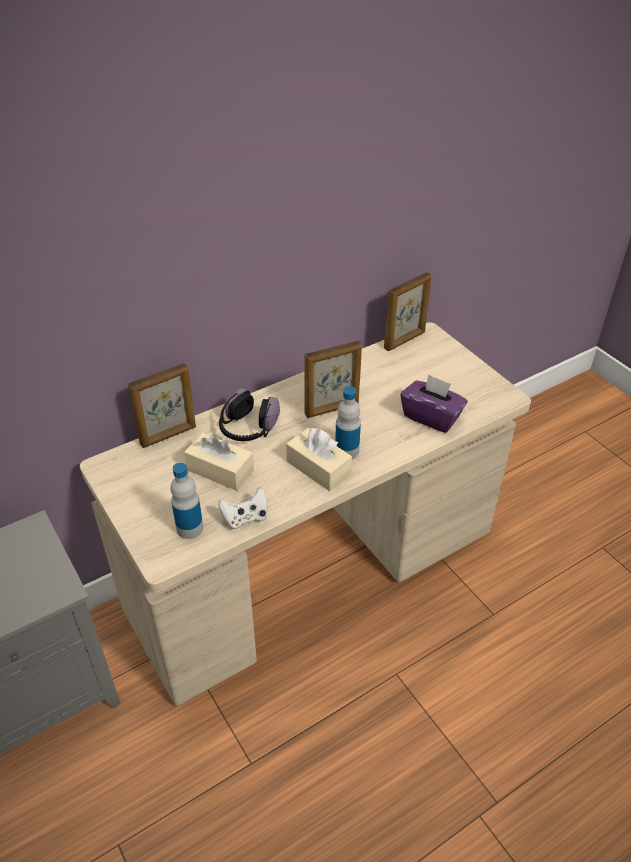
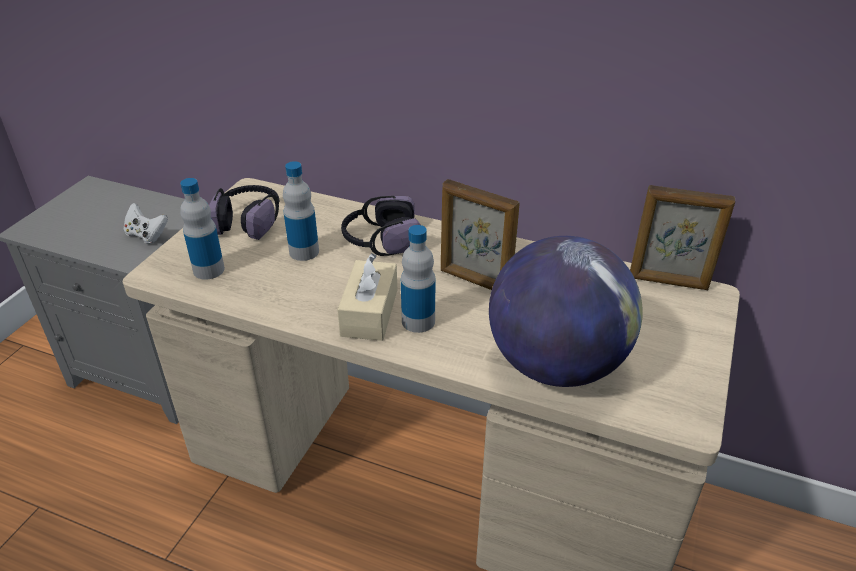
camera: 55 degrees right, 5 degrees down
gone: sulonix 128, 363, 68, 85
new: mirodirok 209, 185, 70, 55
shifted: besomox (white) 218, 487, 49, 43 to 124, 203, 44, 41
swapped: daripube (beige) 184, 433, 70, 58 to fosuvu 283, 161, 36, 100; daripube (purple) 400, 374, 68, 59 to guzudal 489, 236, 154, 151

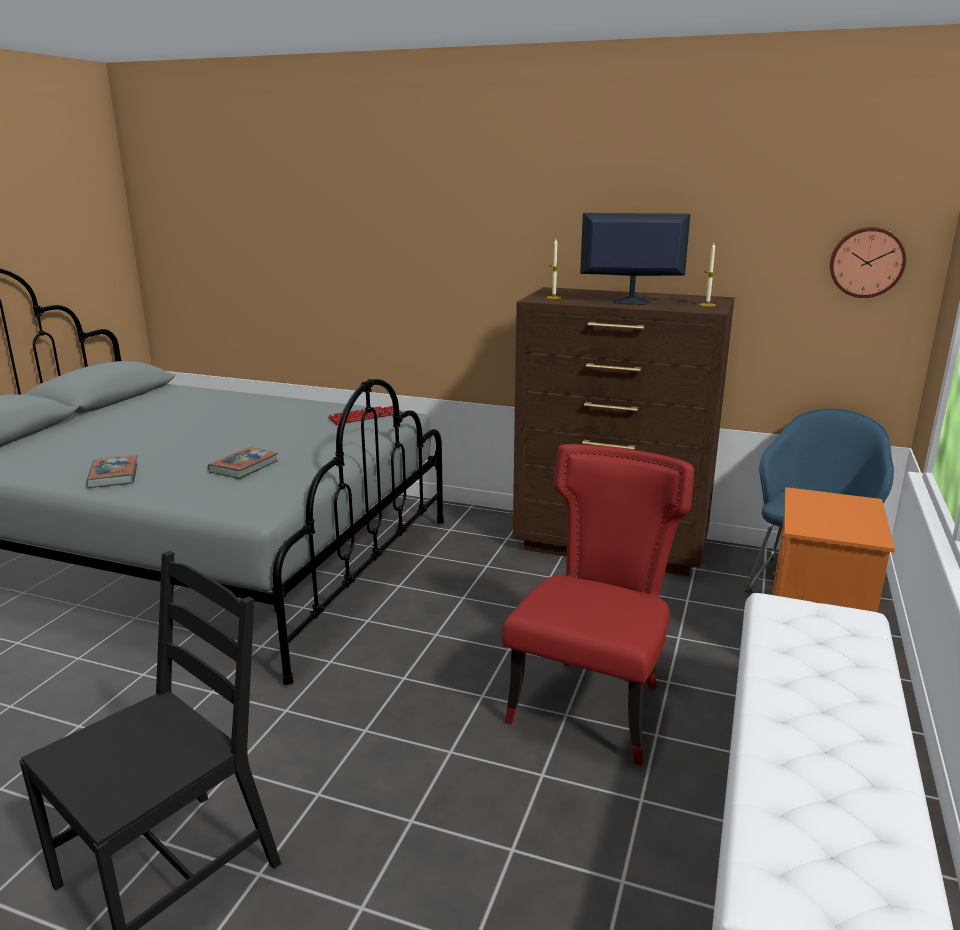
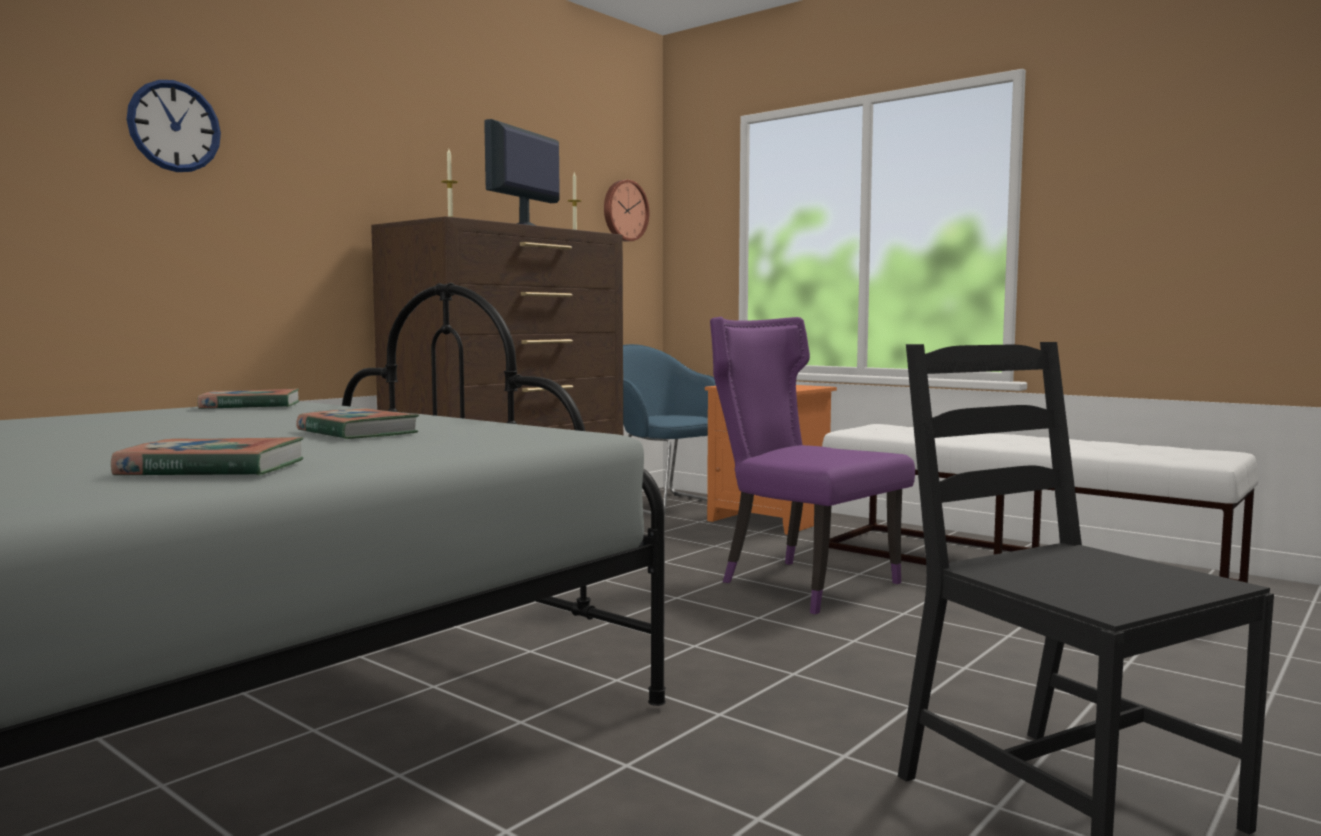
camera: 70 degrees left, 15 degrees down
new: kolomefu 127, 80, 94, 92
swapped: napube 328, 406, 74, 19 to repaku 198, 388, 101, 21
repainted: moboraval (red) 502, 444, 192, 322 to moboraval (purple) 710, 317, 205, 297

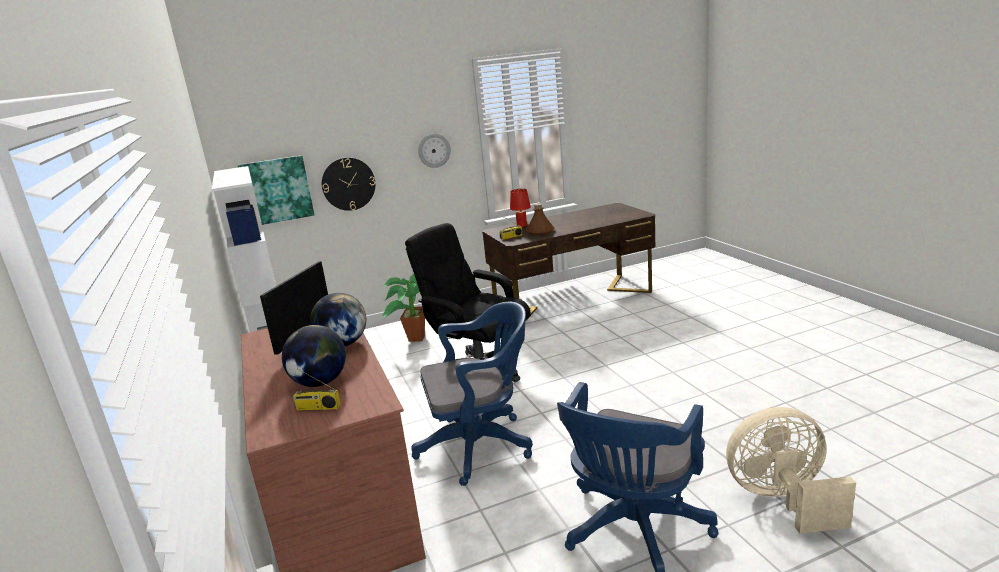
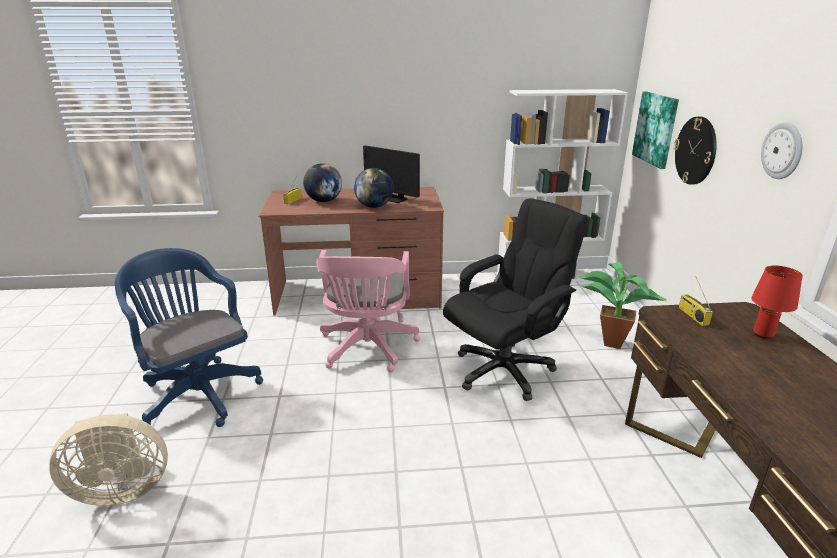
camera: 105 degrees right, 5 degrees up
gone: fosuvu (brown) 526, 203, 29, 32
repainted: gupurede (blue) 411, 302, 122, 184 to gupurede (pink) 316, 250, 104, 122
rotated: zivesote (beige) 726, 407, 130, 127 = 49, 413, 119, 93 60 degrees clockwise

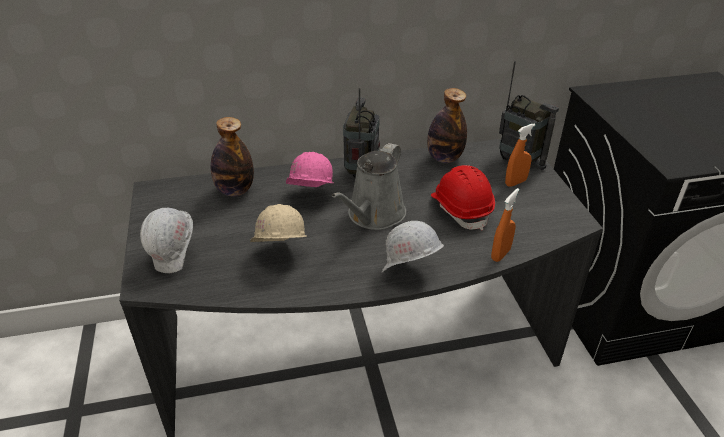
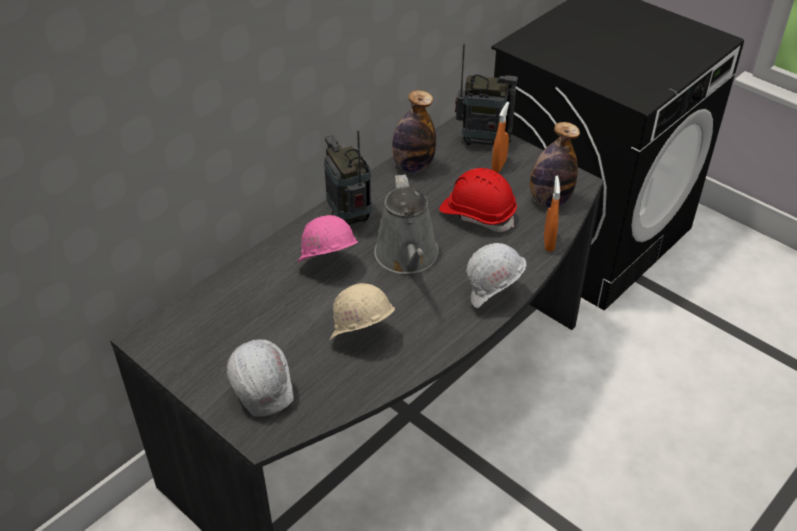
camera: 35 degrees left, 5 degrees up
shifted: fosuvu 211, 117, 43, 80 to 530, 122, 50, 85

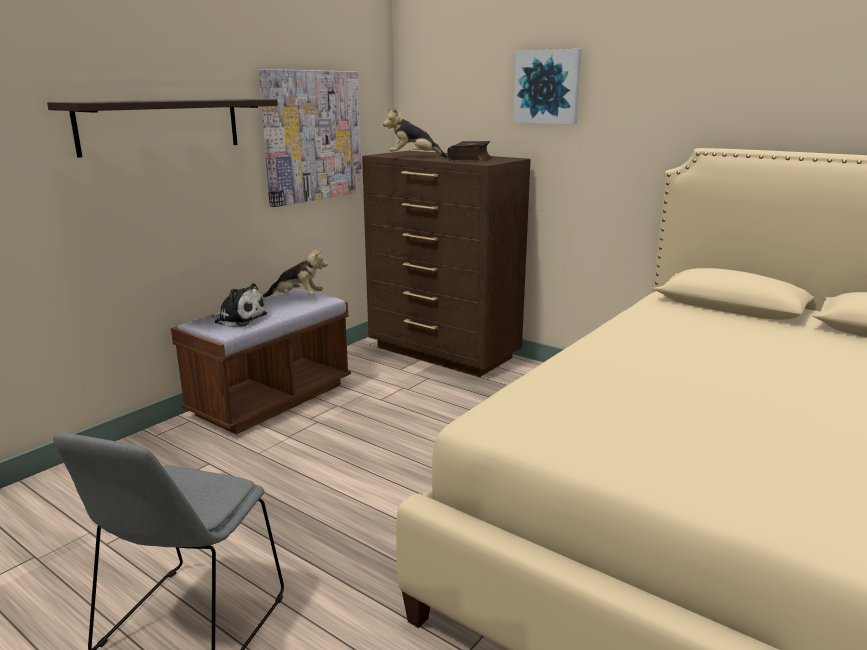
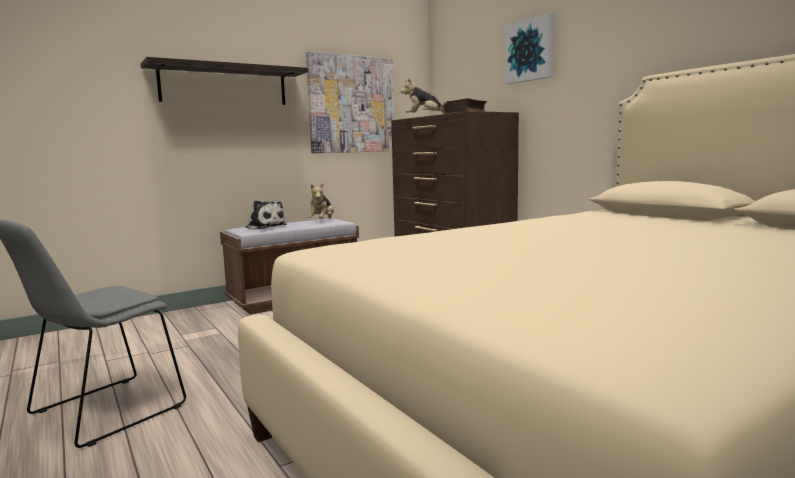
camera: 20 degrees right, 10 degrees down
rotated: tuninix 263, 247, 65, 51 = 307, 183, 27, 36 75 degrees clockwise

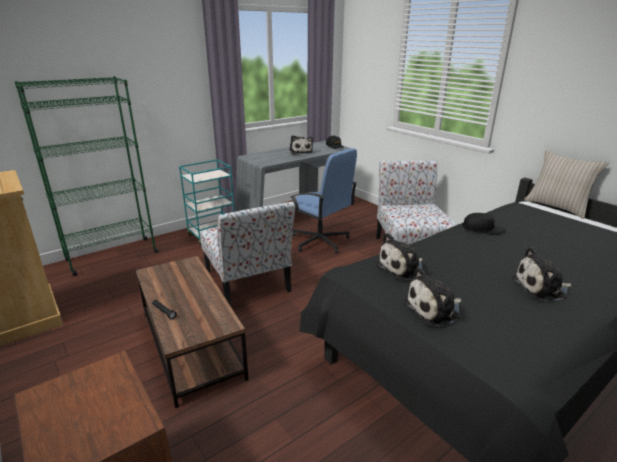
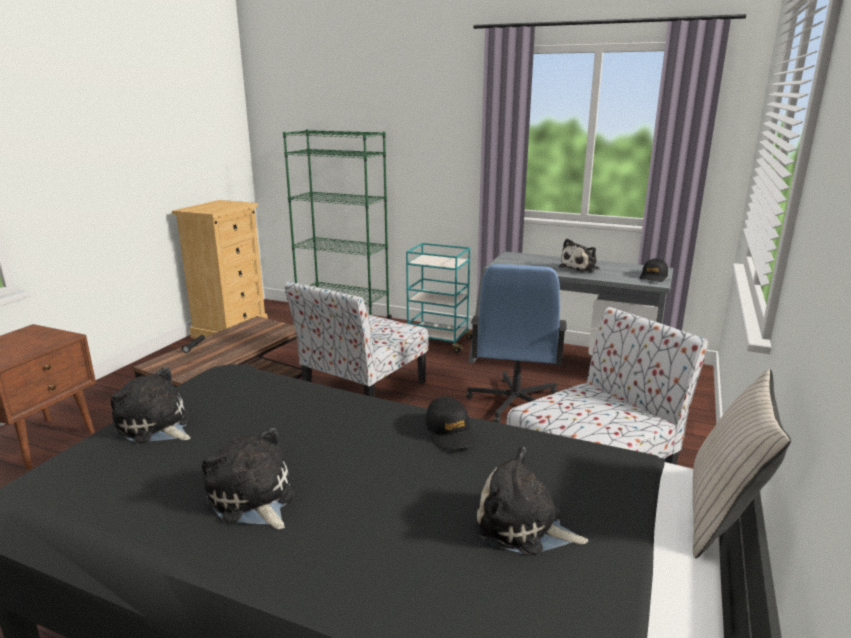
camera: 60 degrees right, 5 degrees down
shifted: tuninix 376, 233, 48, 47 to 474, 447, 114, 108

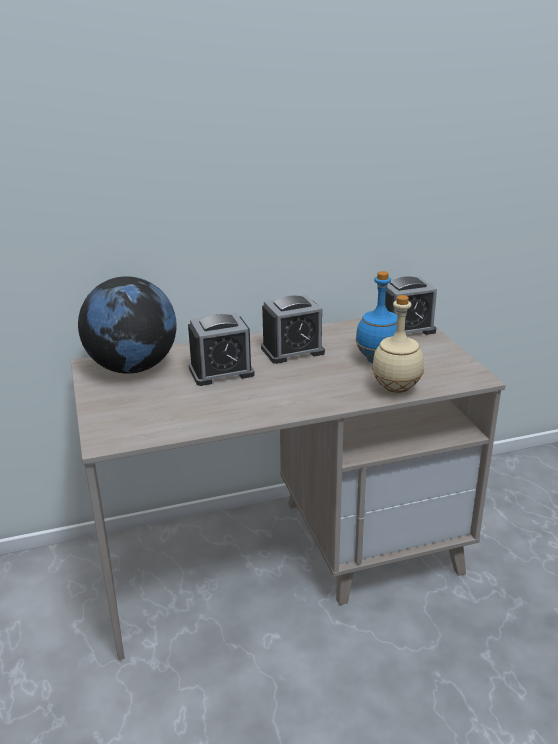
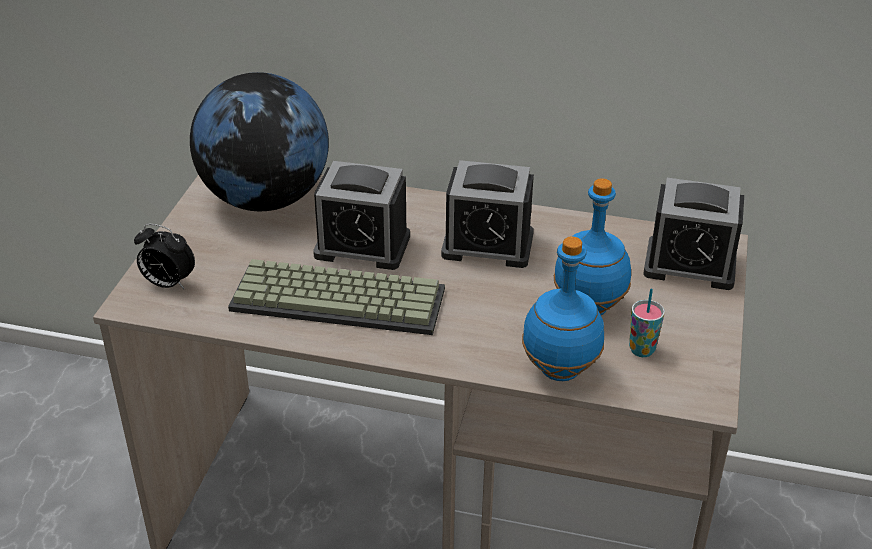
camera: 30 degrees right, 10 degrees up
new: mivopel 134, 224, 61, 65; napube 228, 259, 217, 76; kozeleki 629, 289, 36, 68
repainted: fosuvu (beige) 372, 295, 52, 100 to fosuvu (blue) 522, 236, 82, 145

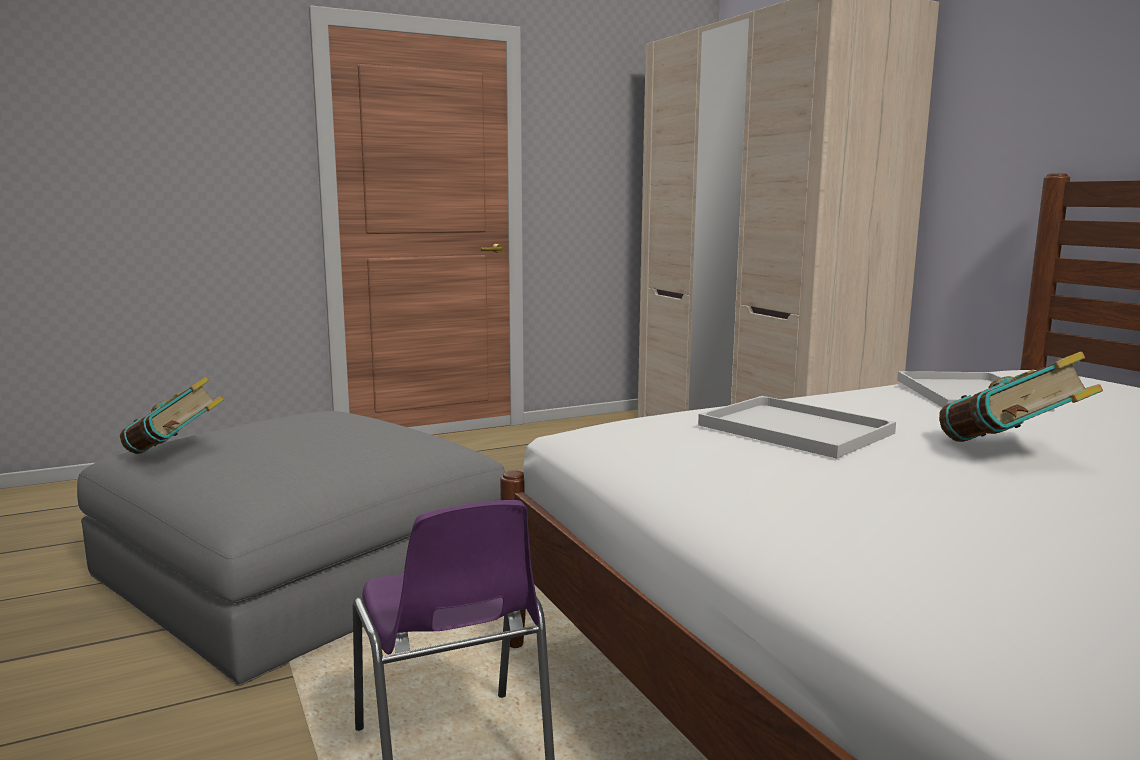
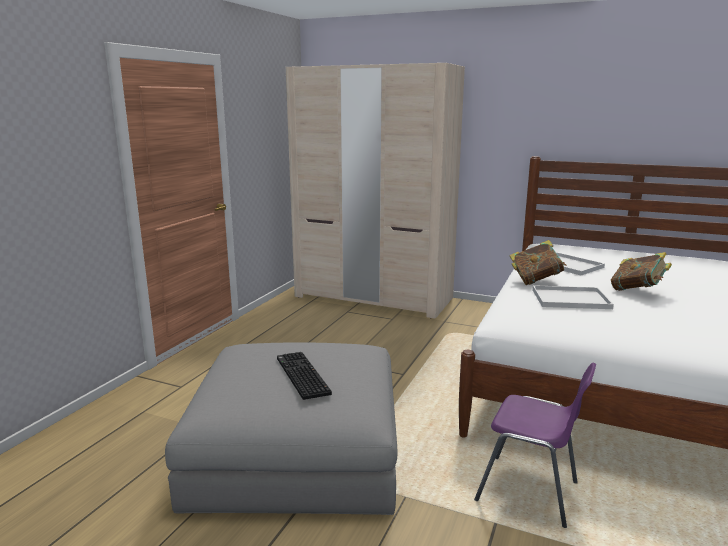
camera: 40 degrees left, 5 degrees up
new: napube 277, 352, 55, 48
shifted: repaku 120, 377, 104, 77 to 509, 240, 58, 45

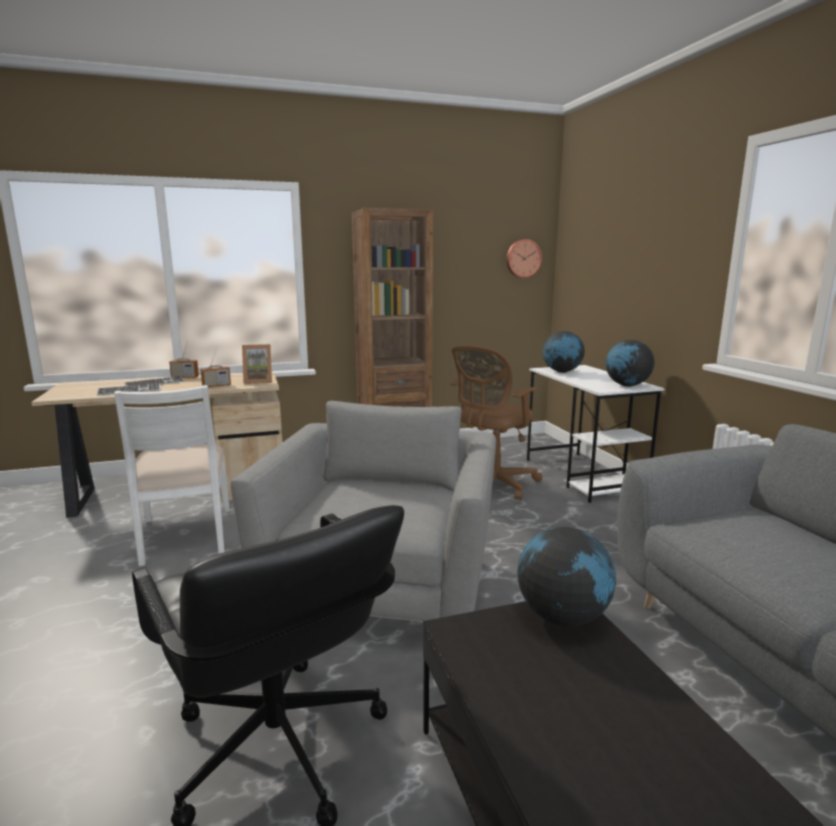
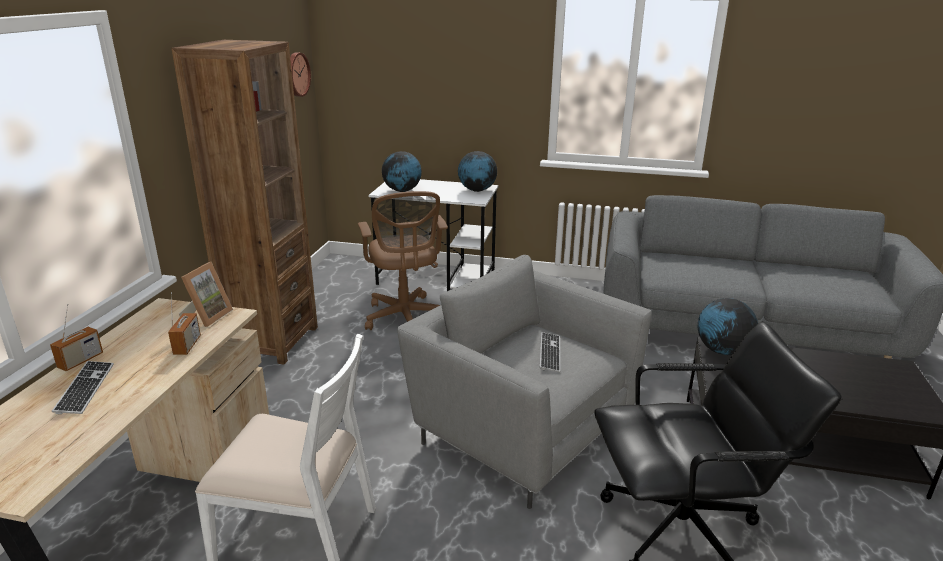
camera: 60 degrees left, 10 degrees up
shifted: napube 97, 384, 63, 12 to 539, 332, 21, 40

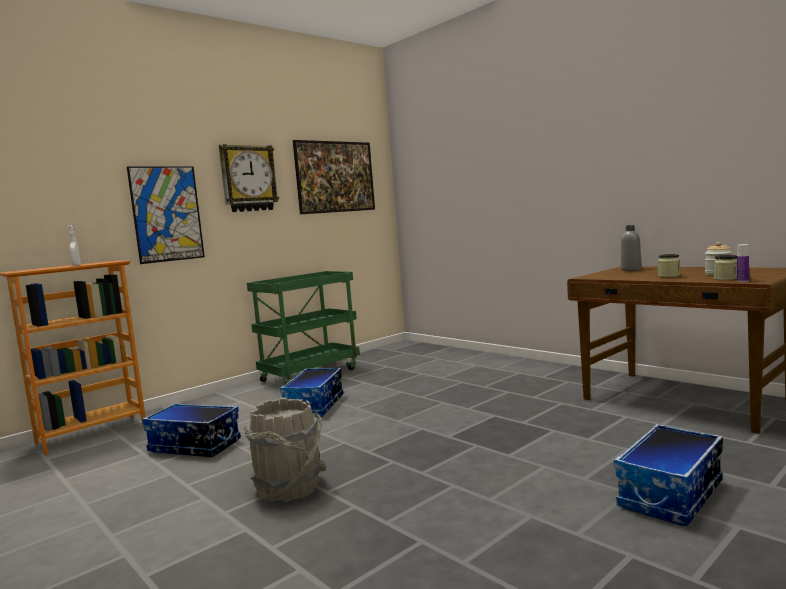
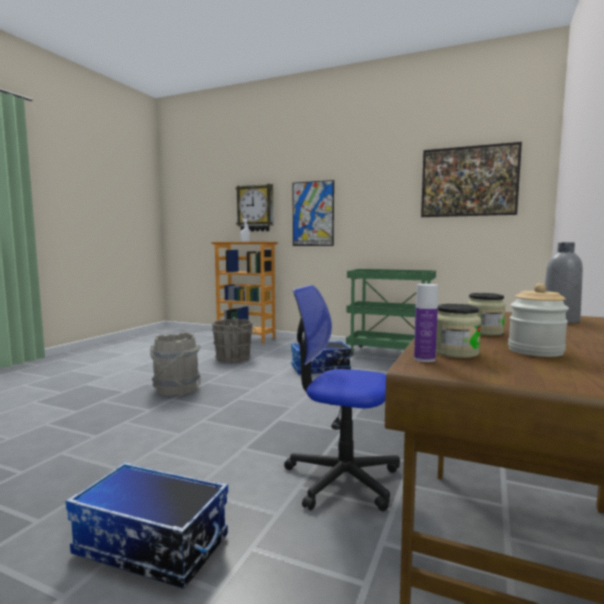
camera: 65 degrees right, 0 degrees up
new: gupurede 284, 285, 116, 226
shifted: kolomefu 219, 144, 60, 68 to 236, 184, 37, 48
swapped: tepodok 142, 403, 99, 54 to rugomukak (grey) 212, 317, 44, 46

